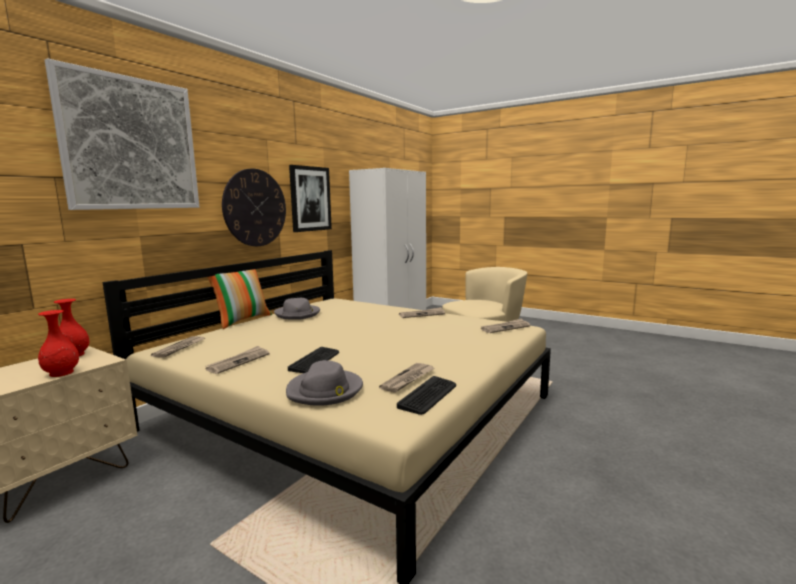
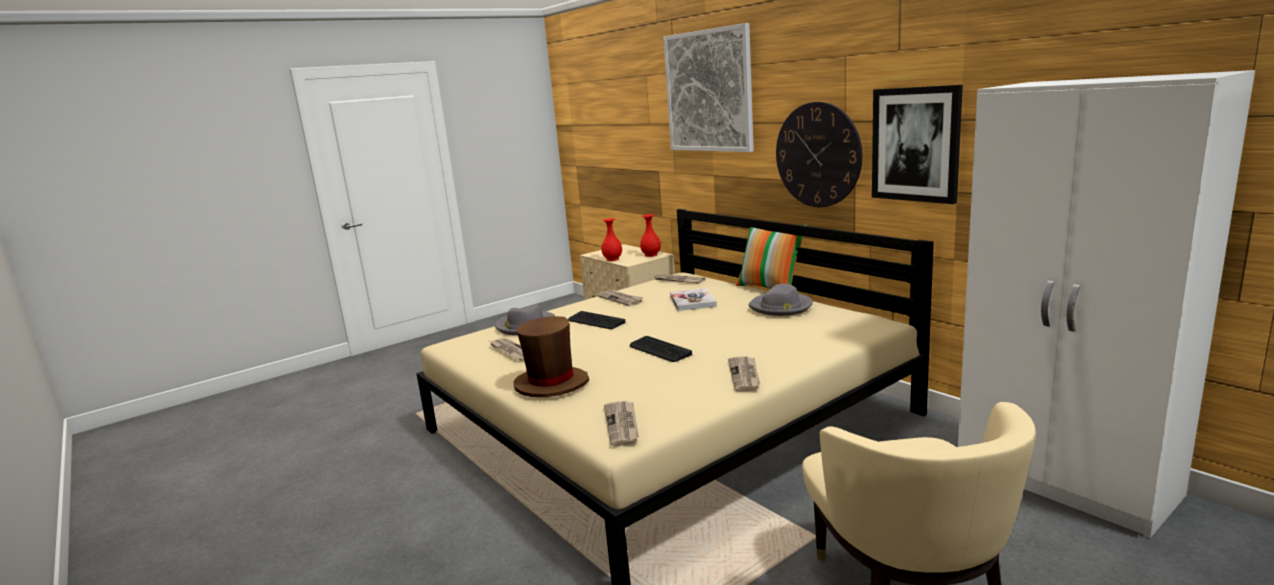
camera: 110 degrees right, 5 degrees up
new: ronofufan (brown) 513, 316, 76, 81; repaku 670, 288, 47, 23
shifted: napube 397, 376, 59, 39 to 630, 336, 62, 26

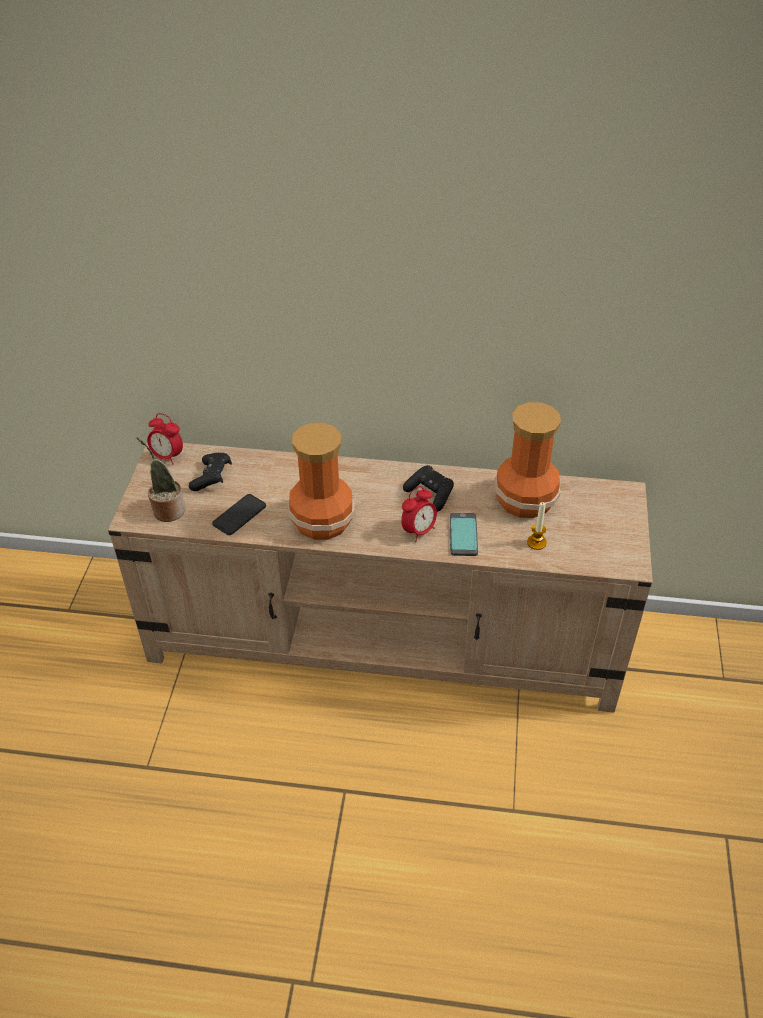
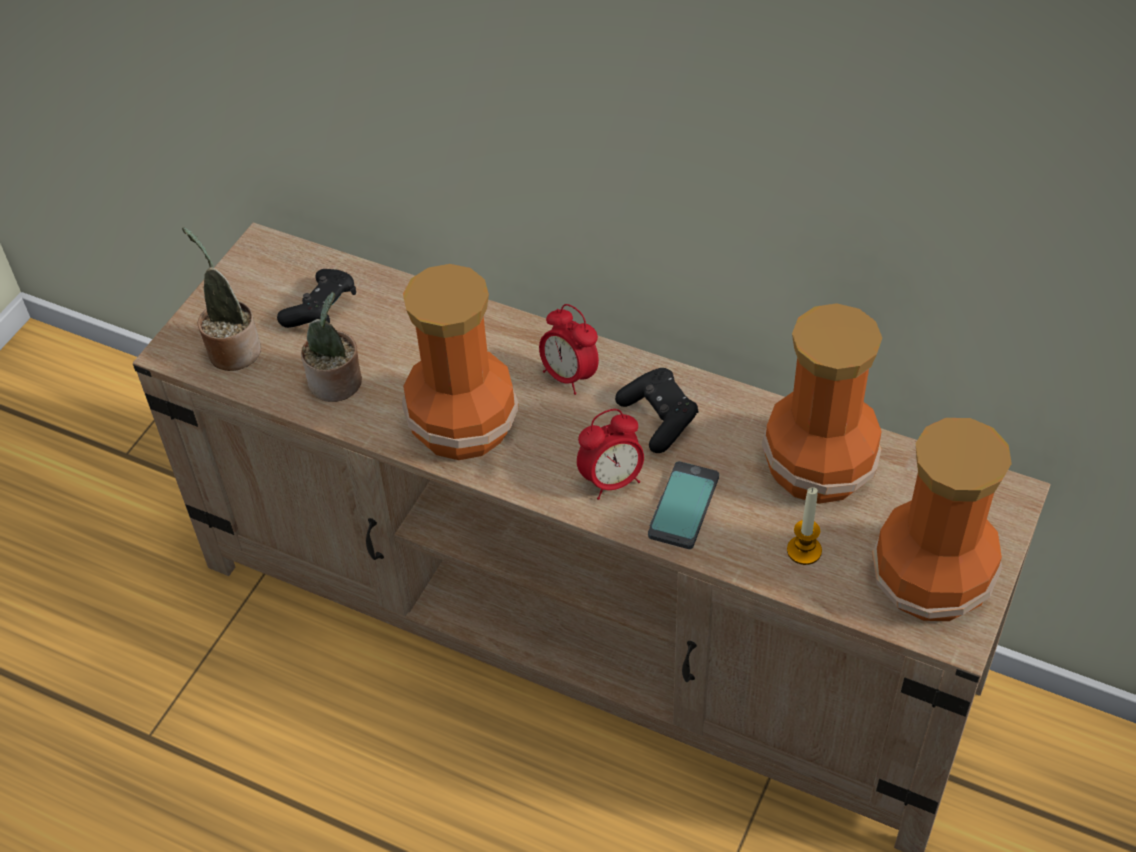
camera: 20 degrees right, 5 degrees up
new: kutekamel 872, 418, 140, 203
shifted: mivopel 147, 413, 36, 52 to 539, 304, 60, 91
swapped: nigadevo 212, 494, 54, 41 to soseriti 301, 292, 61, 110

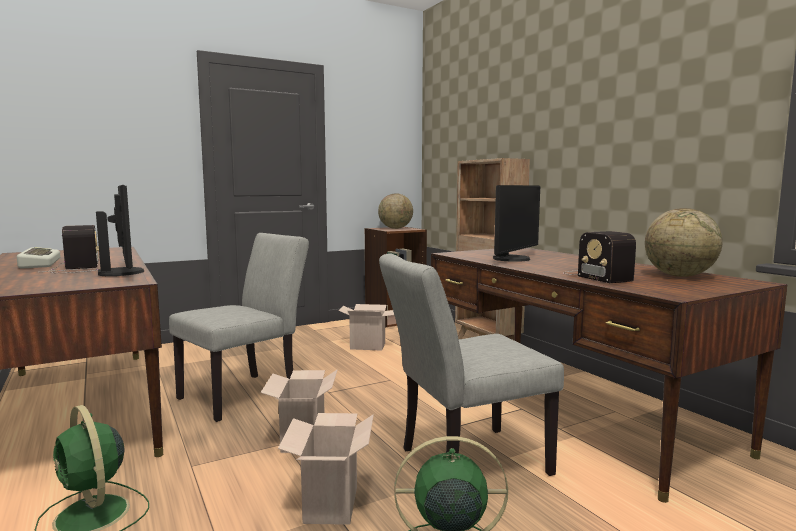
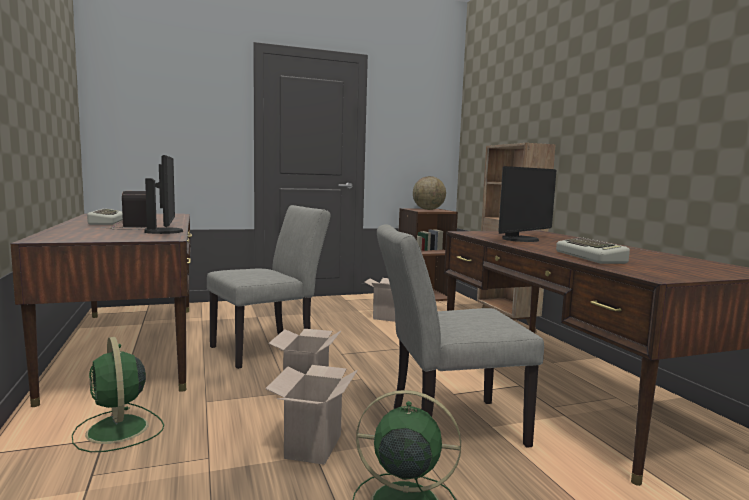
camera: 10 degrees right, 0 degrees up
gone: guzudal 645, 208, 78, 69
swapped: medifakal 563, 231, 73, 52 to napube 556, 237, 74, 27

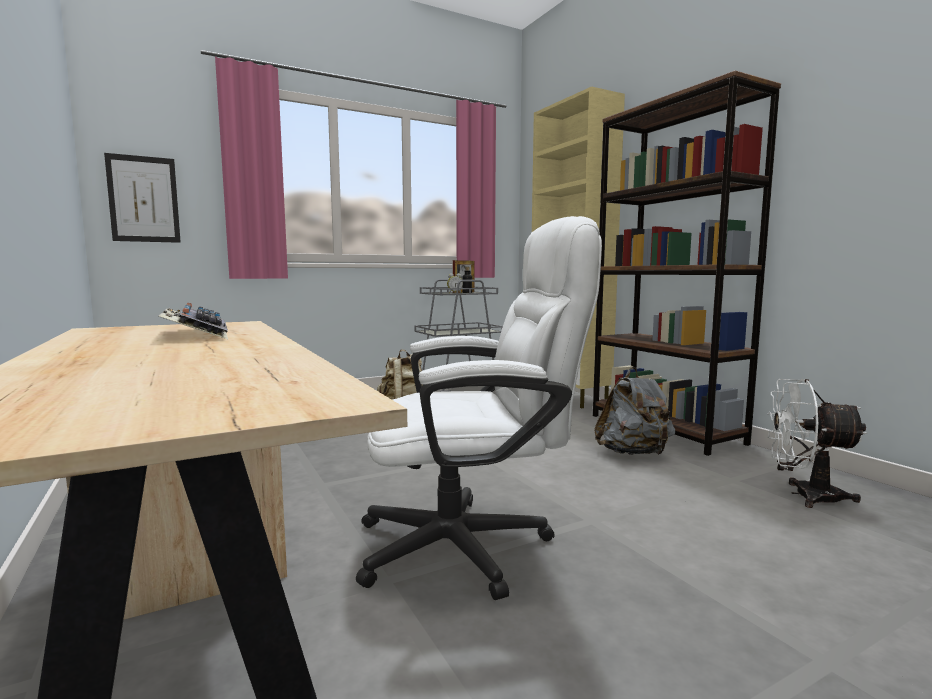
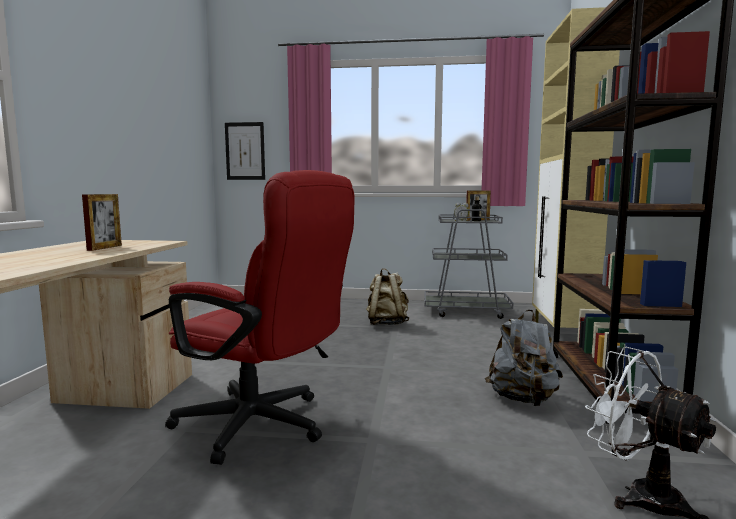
camera: 35 degrees right, 0 degrees up
swapped: napube 158, 303, 70, 36 to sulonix 82, 194, 40, 57
repainted: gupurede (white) 356, 216, 246, 384 to gupurede (red) 165, 170, 189, 295

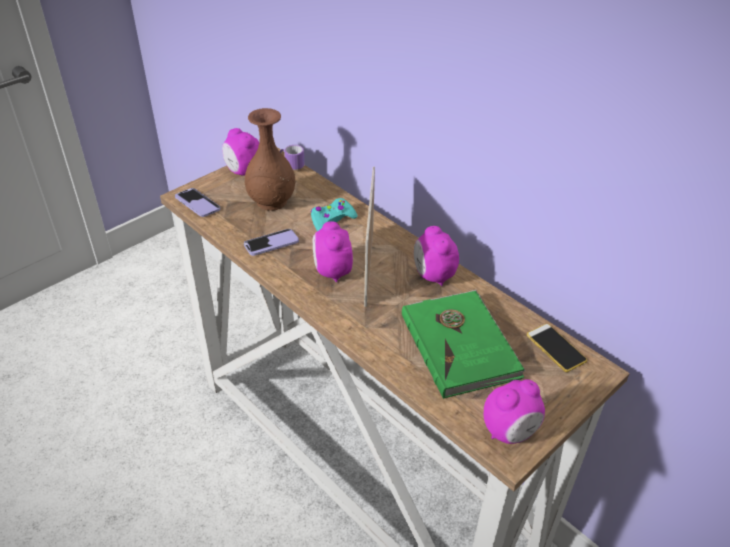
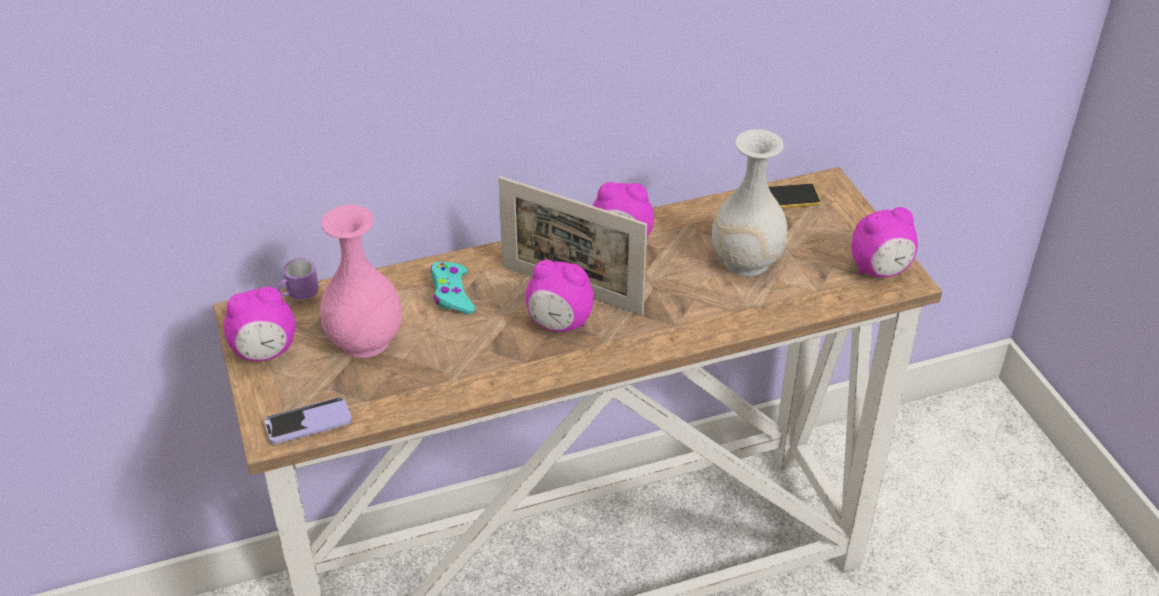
camera: 65 degrees left, 0 degrees up
gone: nigadevo 244, 229, 55, 27
swapped: repaku (green) 402, 290, 124, 109 to kutekamel (white) 712, 129, 75, 147
repainted: kutekamel (brown) 245, 108, 50, 103 to kutekamel (pink) 320, 205, 82, 153
rotated: mivopel 484, 379, 61, 65 = 851, 207, 67, 70 75 degrees clockwise

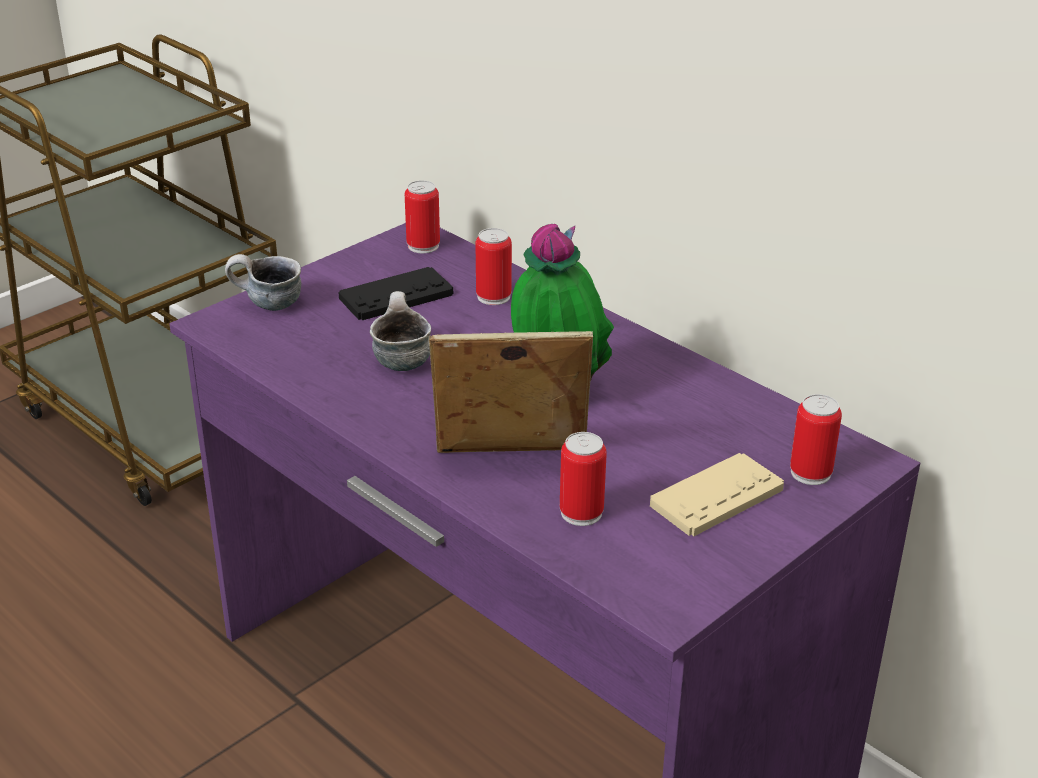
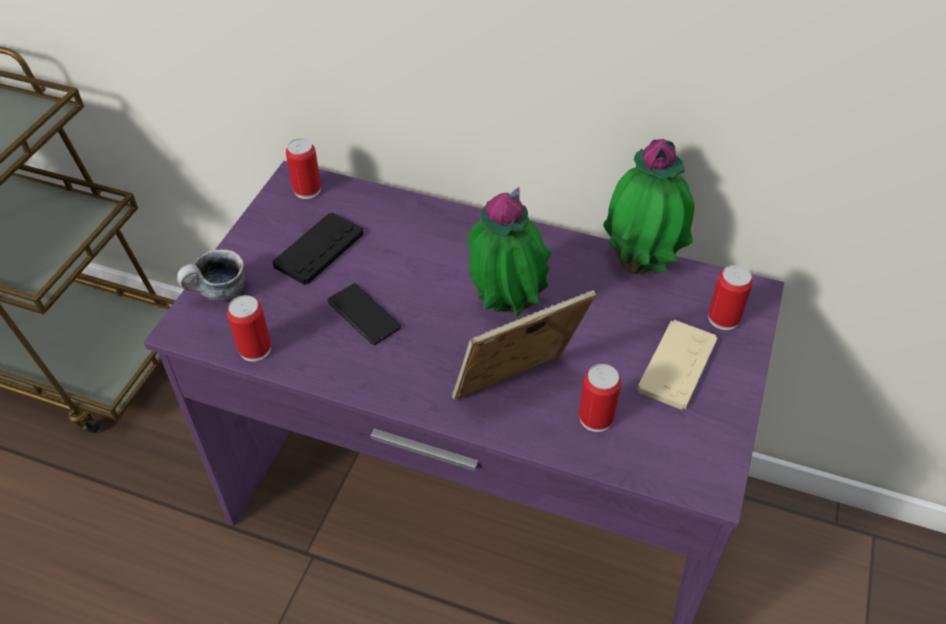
camera: 25 degrees left, 15 degrees up
new: soseriti 603, 139, 91, 135
shifted: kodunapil 475, 228, 37, 77 to 227, 295, 44, 67
swapped: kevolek 370, 291, 61, 80 to nigadevo 328, 283, 73, 62

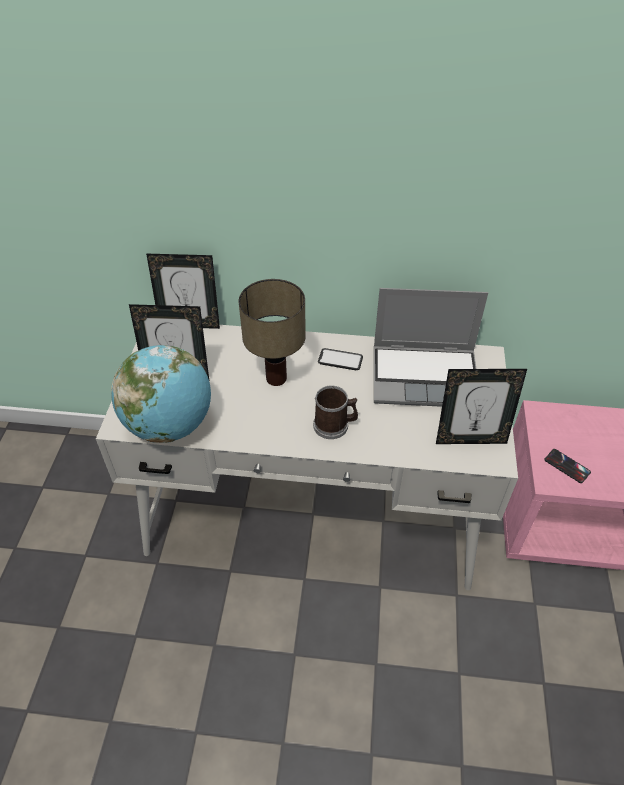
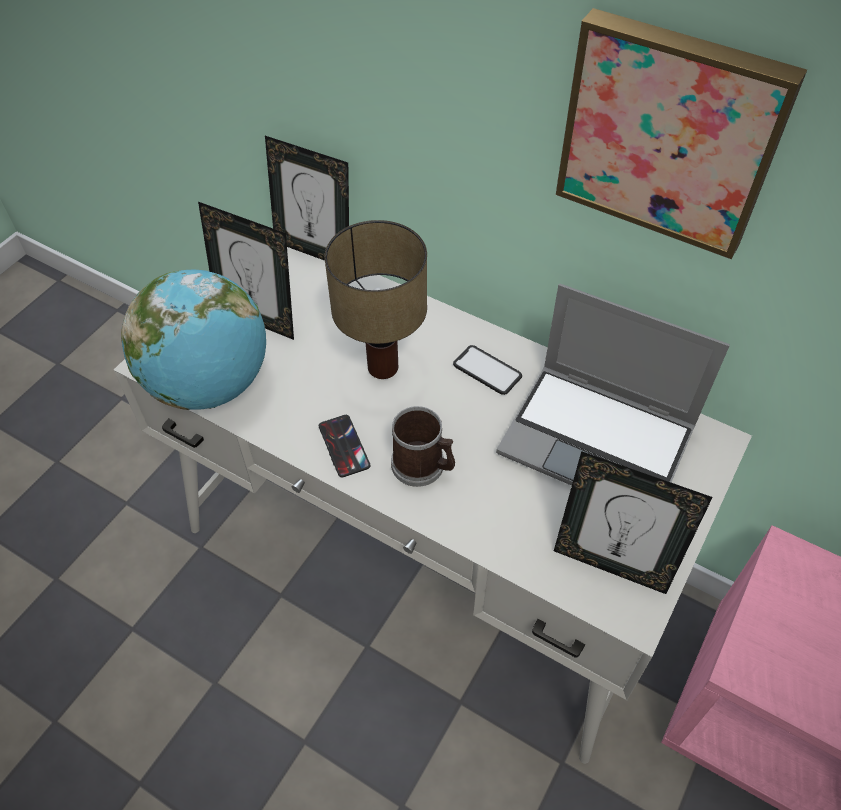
camera: 25 degrees right, 5 degrees up
new: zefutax 556, 8, 251, 251
shifted: nigadevo 544, 449, 47, 34 to 319, 415, 51, 63

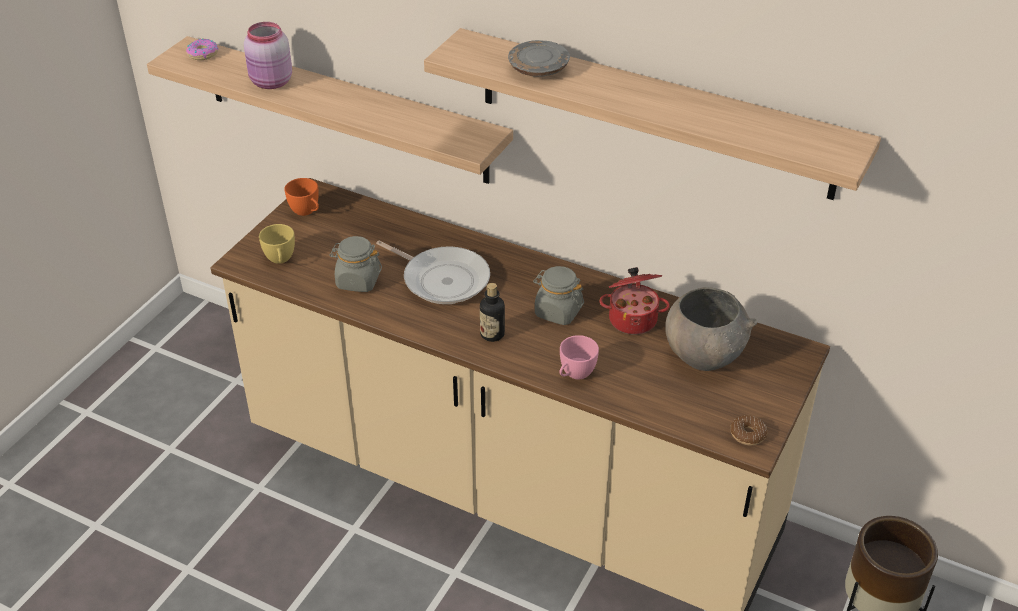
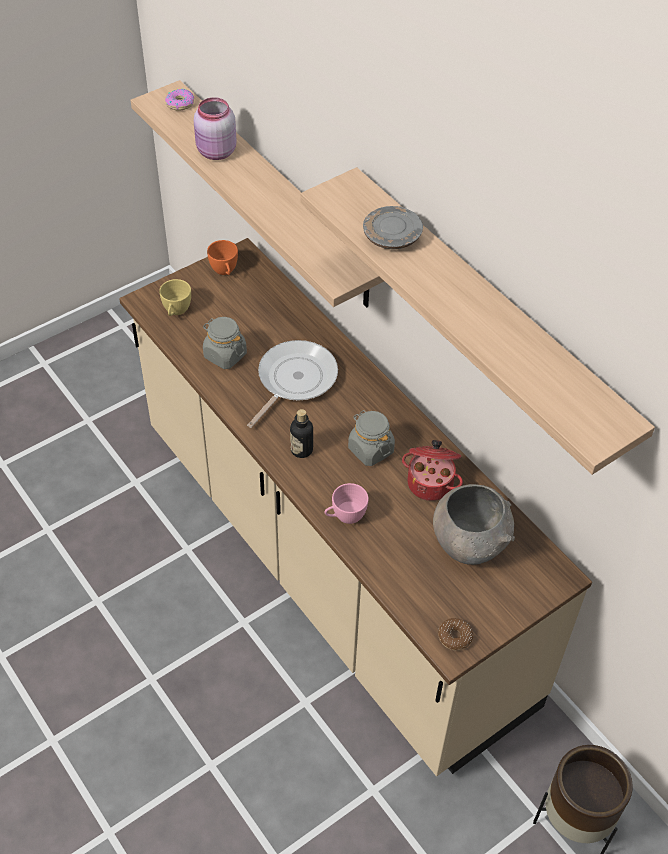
camera: 25 degrees right, 10 degrees up
rotated: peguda 376, 241, 114, 63 = 247, 340, 91, 88 120 degrees counterclockwise

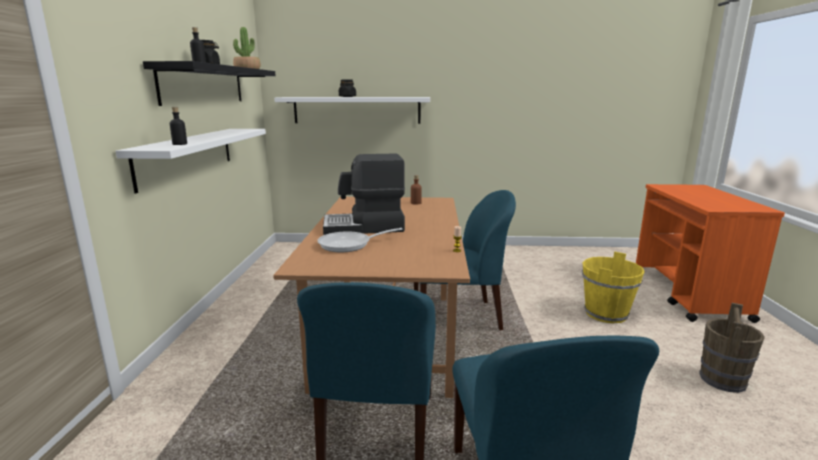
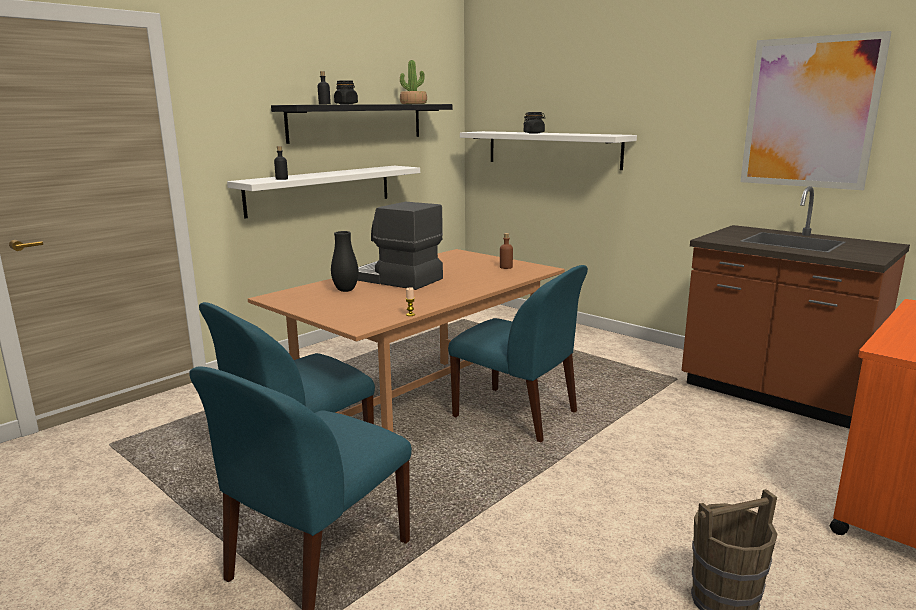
camera: 40 degrees right, 0 degrees up
gone: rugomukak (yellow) 582, 252, 63, 71
new: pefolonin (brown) 682, 186, 228, 243; zefutax 740, 31, 152, 159
swapped: peguda 317, 228, 85, 24 to kutekamel (black) 331, 231, 28, 61

